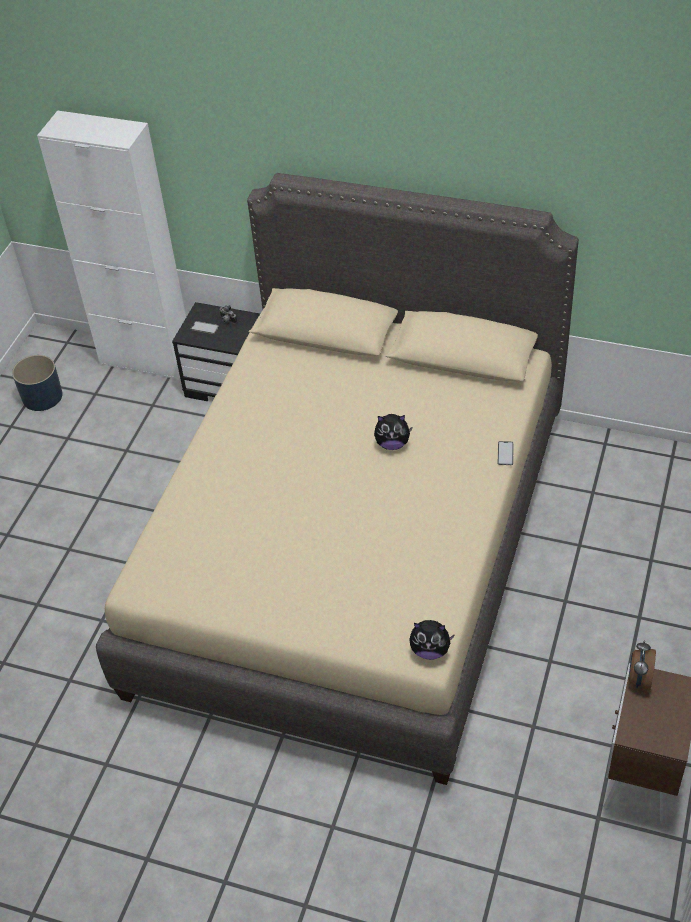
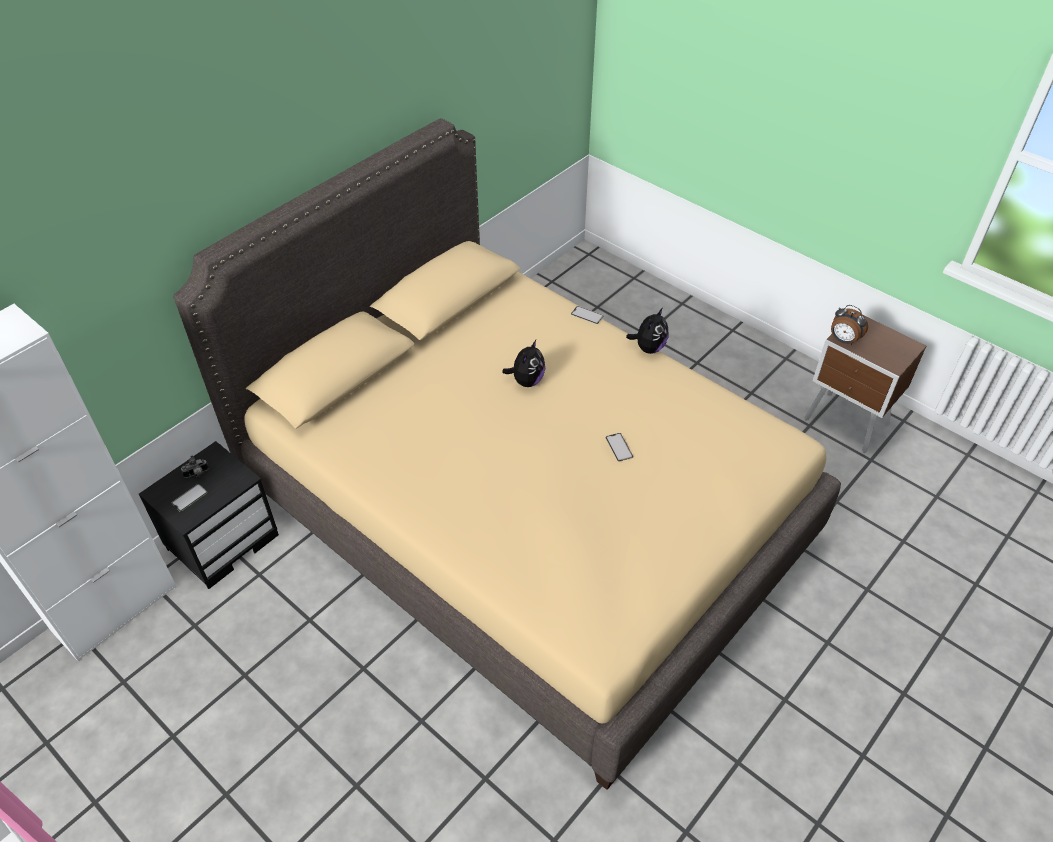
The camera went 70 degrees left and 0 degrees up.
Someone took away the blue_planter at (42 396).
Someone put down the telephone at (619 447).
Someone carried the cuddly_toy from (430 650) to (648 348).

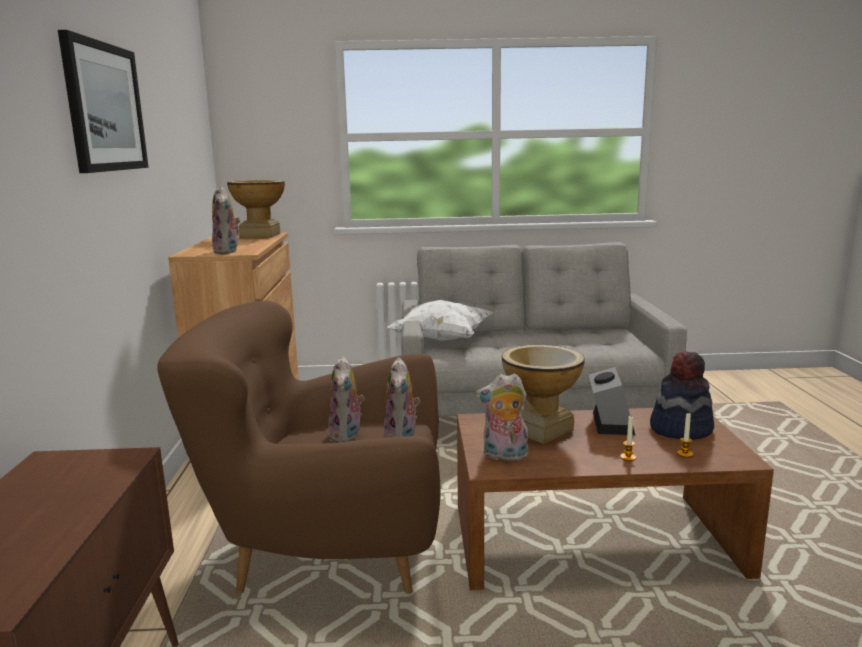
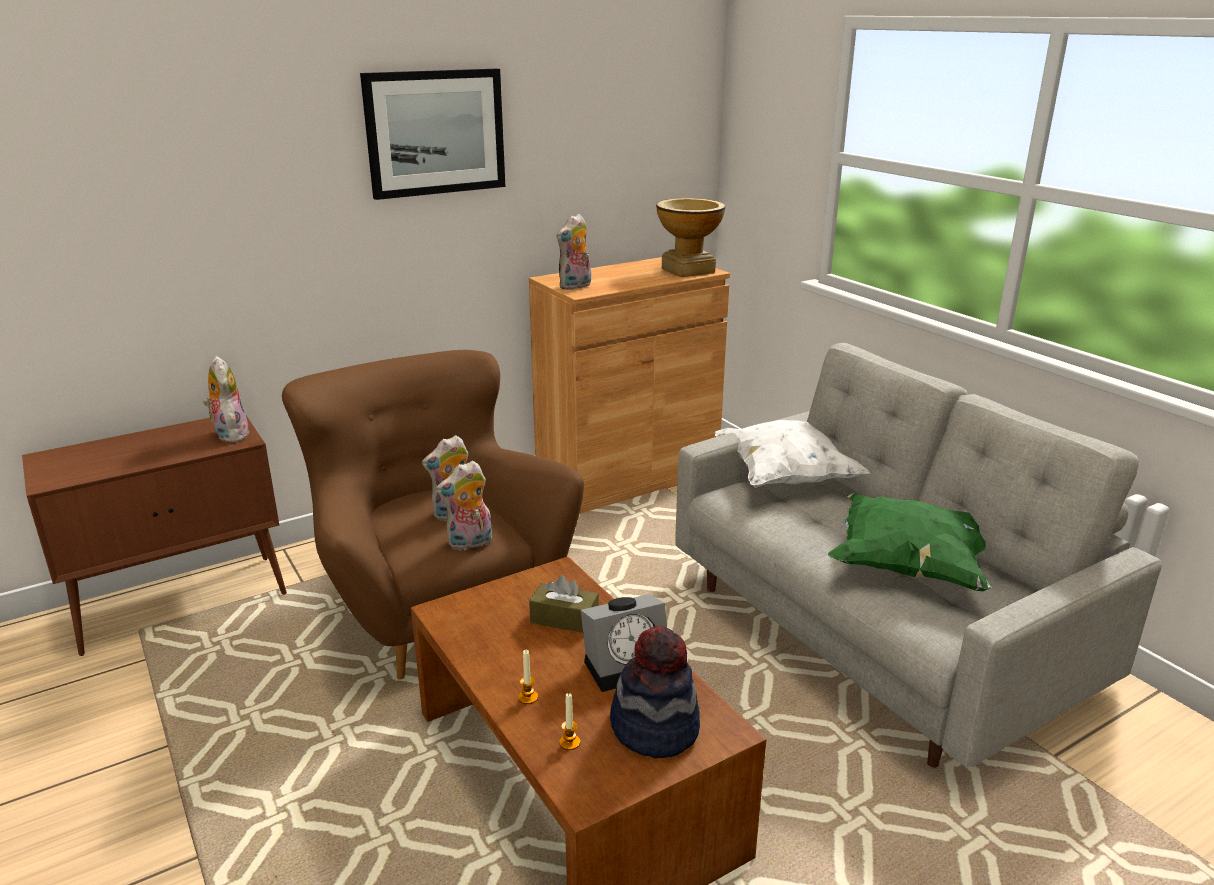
The camera went 60 degrees right and 10 degrees up.
Someone put down the green-coloured_cushion at (908 566).
Someone carried the cuddly_toy from (504 456) to (229 434).
Someone swapped the vase at (540 429) for the brown_tissue_holder at (564 619).

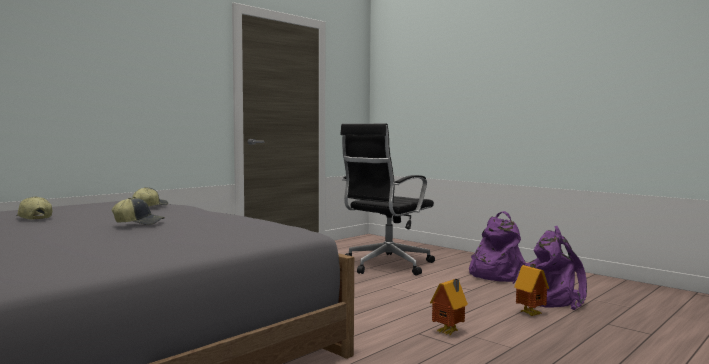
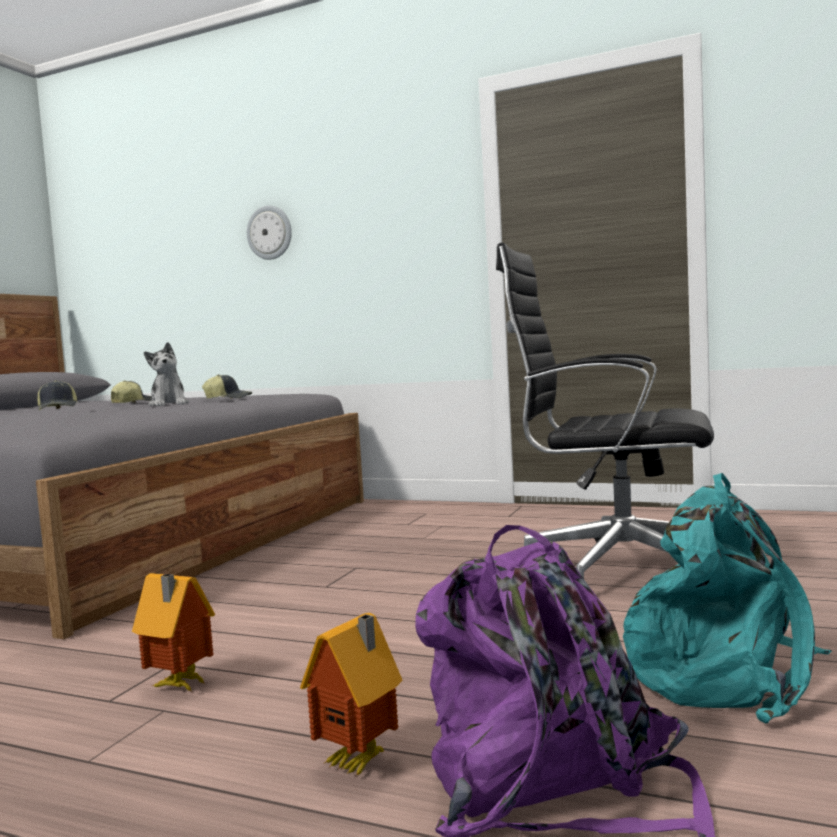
The camera went 70 degrees right and 0 degrees up.
Someone put down the cuddly_toy at (169 404).
Someone put up the hanging_clock at (270 232).
Someone repainted the purplish_knapsack at (495 274), which became the turquoise_knapsack at (724 674).

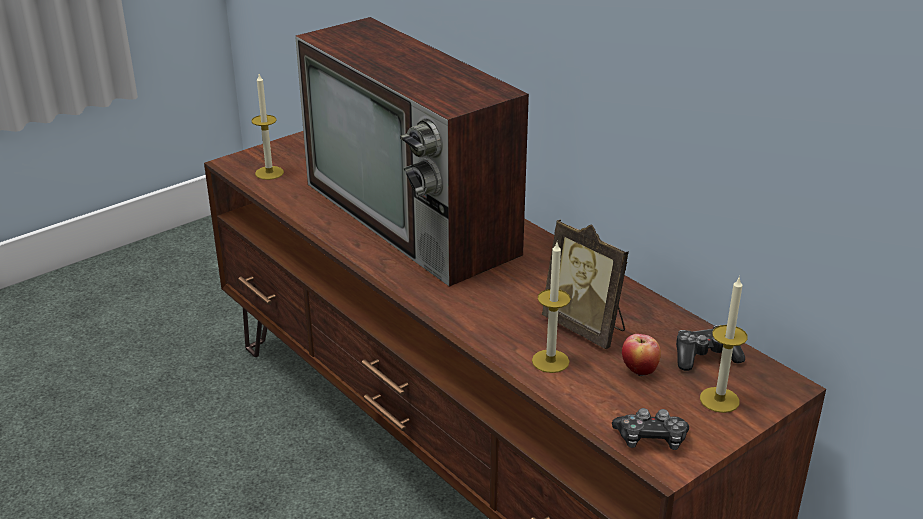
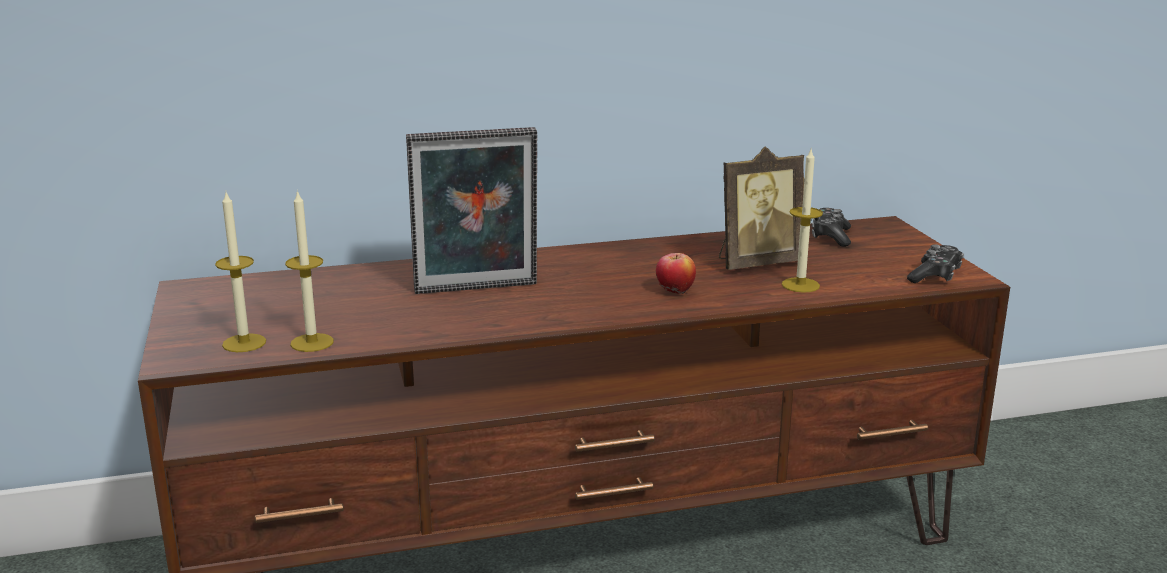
The camera went 65 degrees left and 10 degrees down.
Someone carried the apple from (639 371) to (675 292).
Someone carried the wax_light from (719 400) to (312 342).
Someone swapped the TV_set at (414 219) for the standing_frame at (476 290).

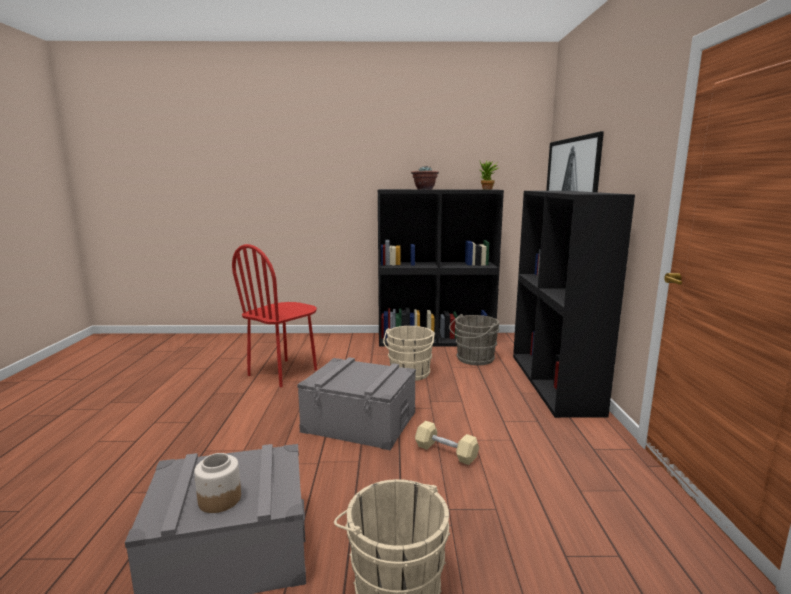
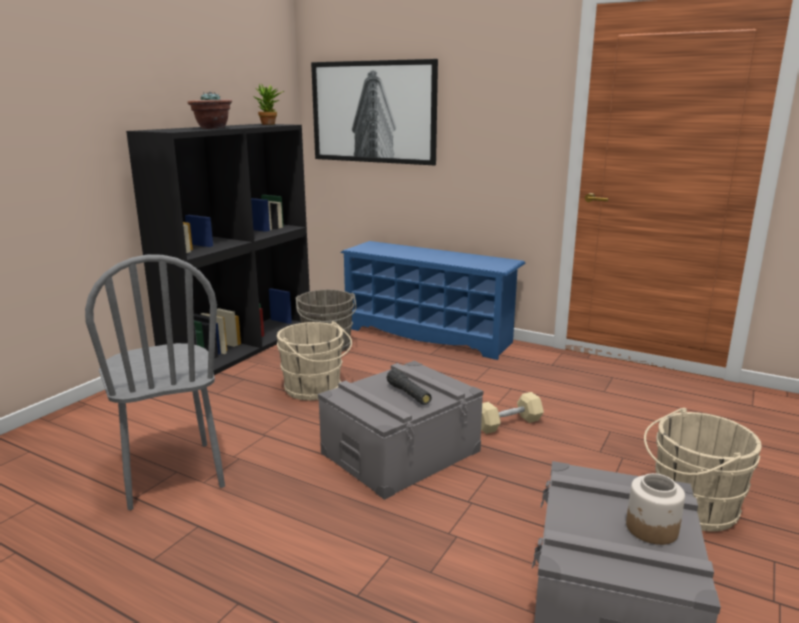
The camera went 60 degrees left and 5 degrees up.
Someone put down the black-coloured_flashlight at (409 394).
Someone swapped the black-coloured_bookshelf at (555 383) for the blue_shoe_shelf at (429 335).
Someone repainted the red-coloured_upright_chair at (283 373), which became the greyish_upright_chair at (172 474).

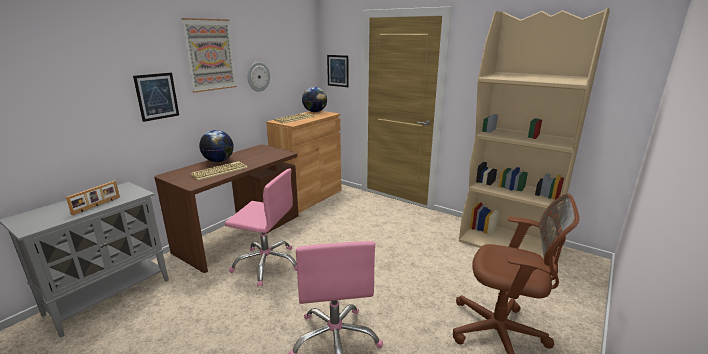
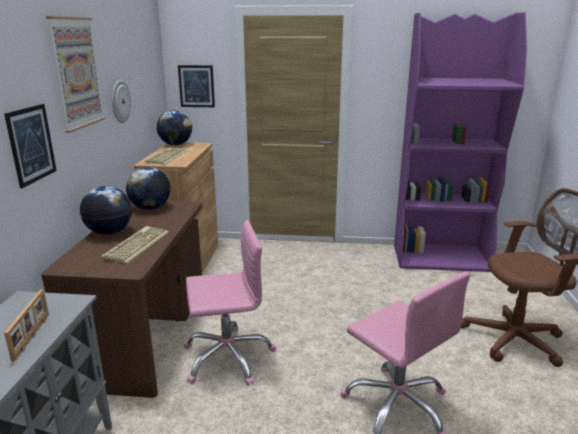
The camera went 30 degrees left and 0 degrees up.
Someone put down the world_globe at (150 208).
Someone repainted the beige_bookshelf at (507 243), which became the purplish_bookshelf at (441 258).

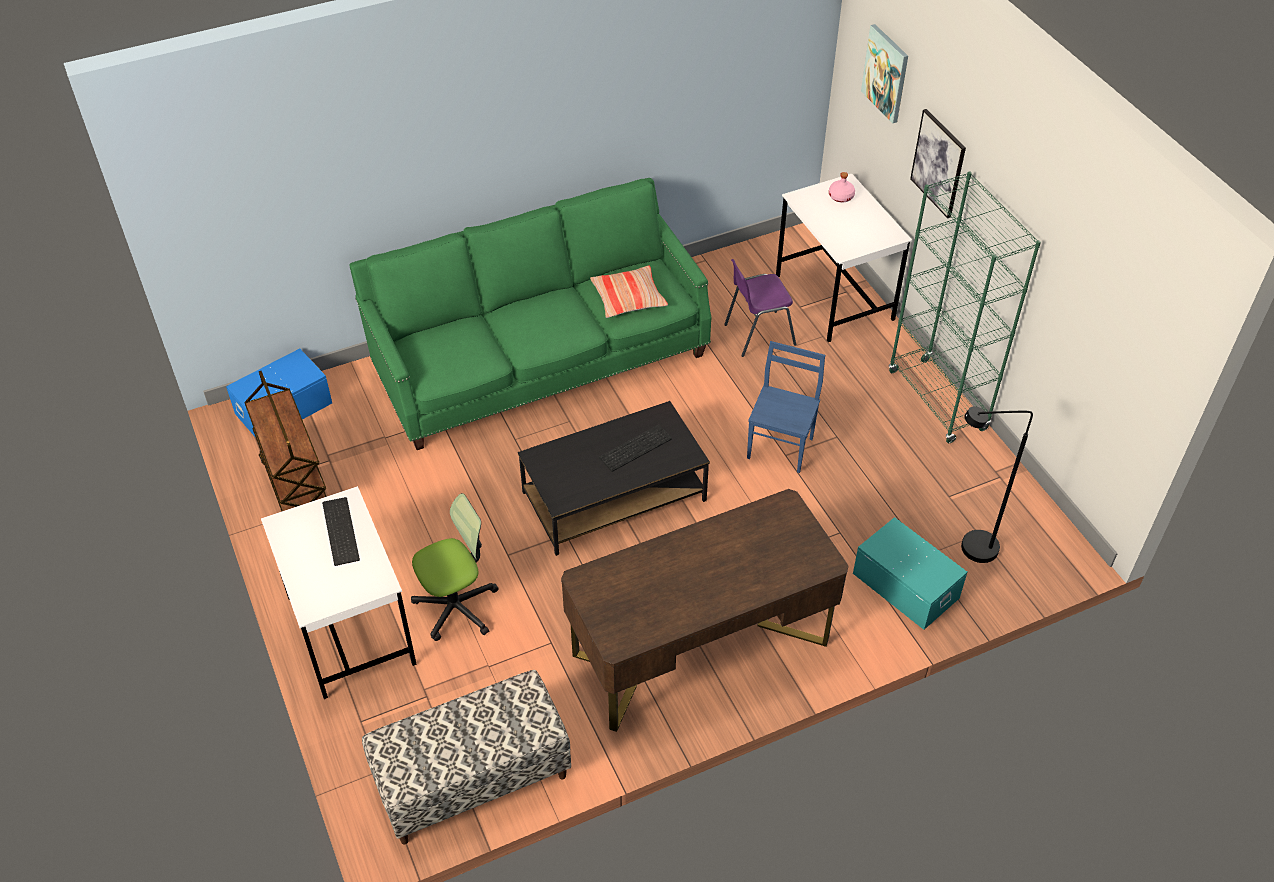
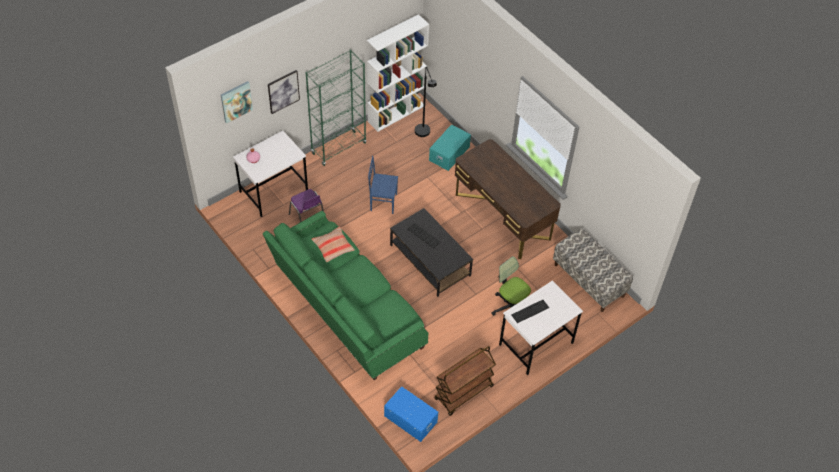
The camera went 105 degrees left and 5 degrees up.
Someone put down the white-coloured_bookshelf at (396 113).

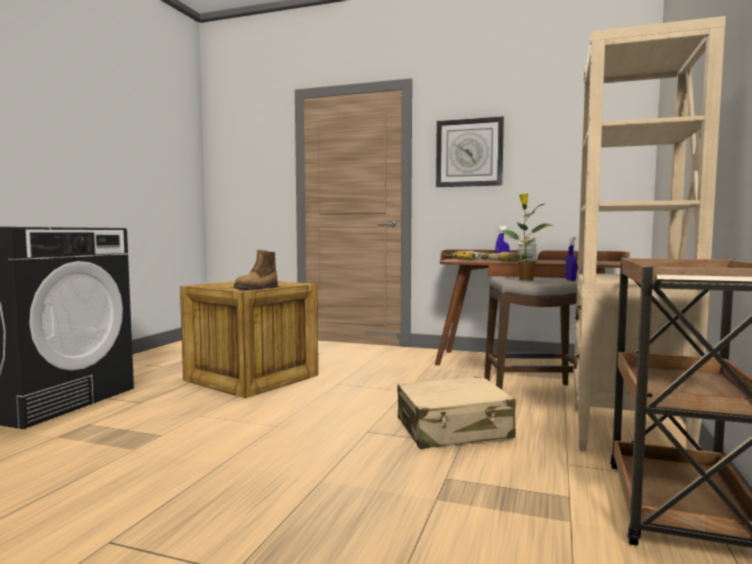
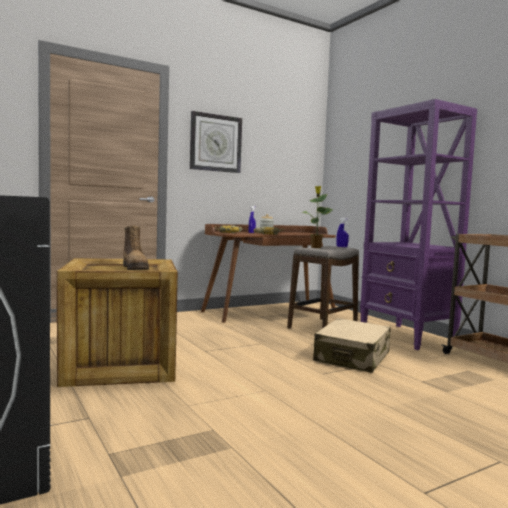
The camera went 50 degrees left and 0 degrees up.
Someone repainted the beige_bookshelf at (626 433), which became the purplish_bookshelf at (407 337).

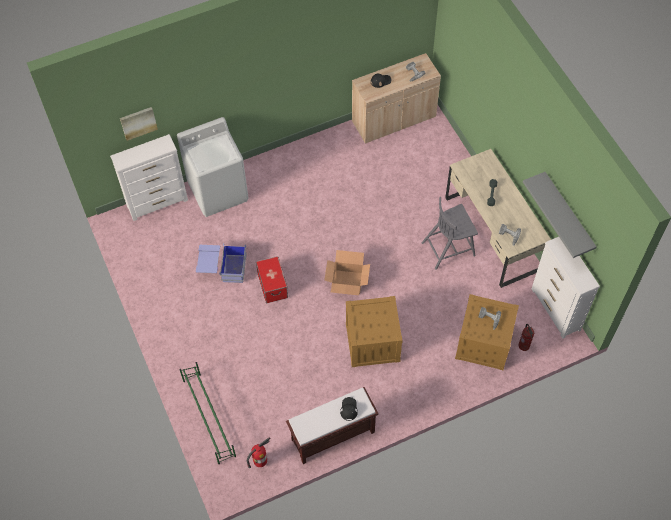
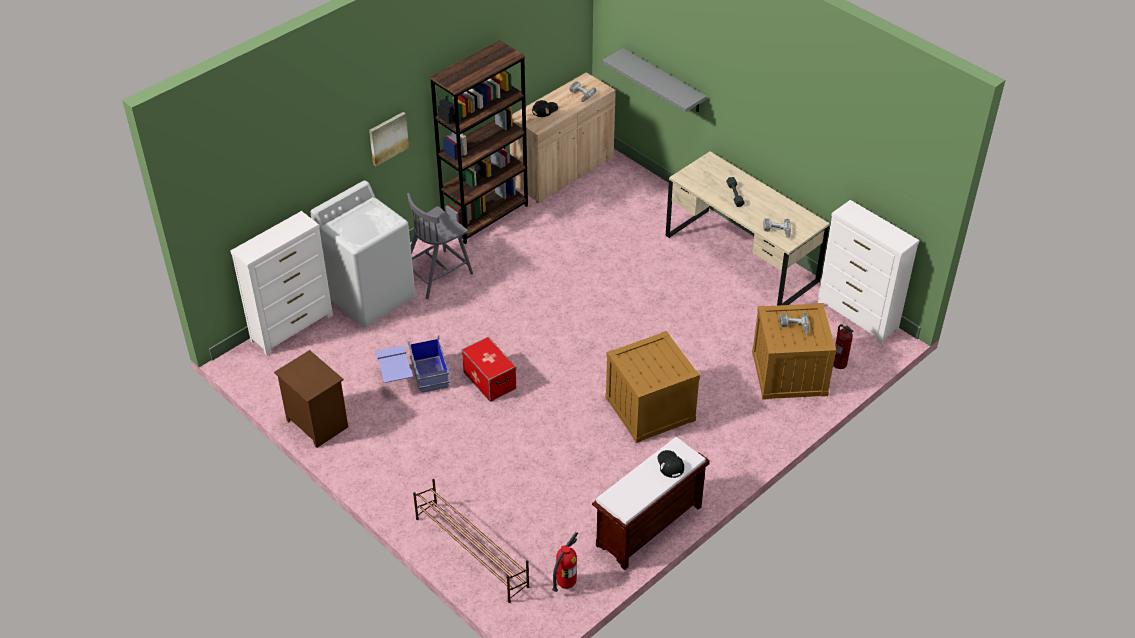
The camera went 20 degrees left and 15 degrees down.
Someone took away the packing_box at (347 282).
Someone put down the brown_nightstand at (316 424).
Someone put down the brown_bookshelf at (485 216).
Someone carried the picture from (138 122) to (388 138).
Someone carried the greyish_upright_chair from (449 248) to (437 274).
Someone carried the greyish_bracket_shelf from (568 213) to (663 81).
Someone repainted the green-coloured_shoe_shelf at (209 417), which became the brown_shoe_shelf at (471 551).

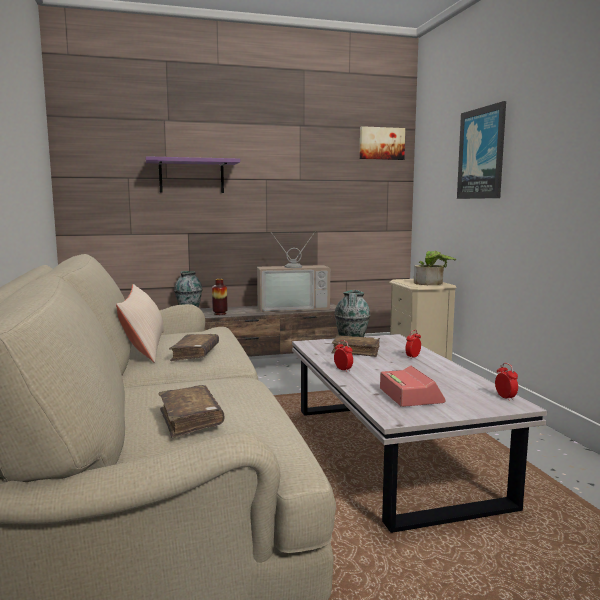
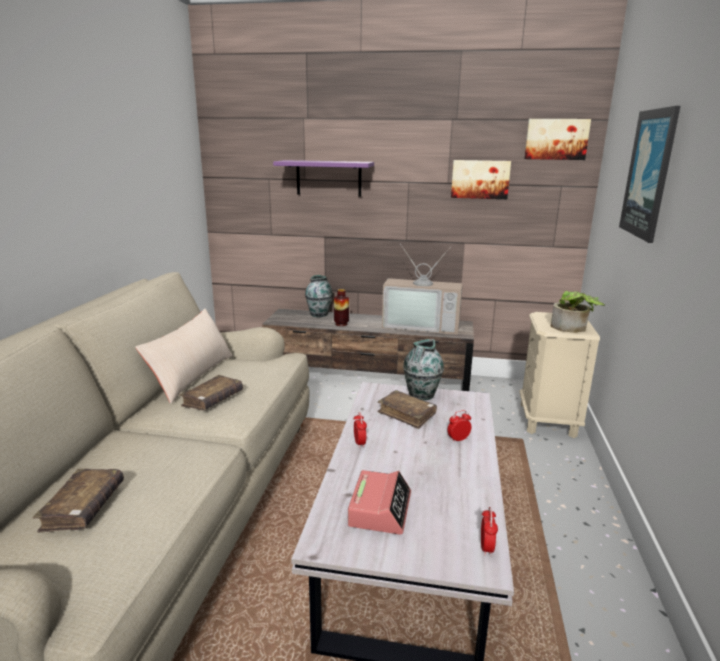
The camera went 25 degrees right and 10 degrees up.
Someone put up the picture at (480 179).

